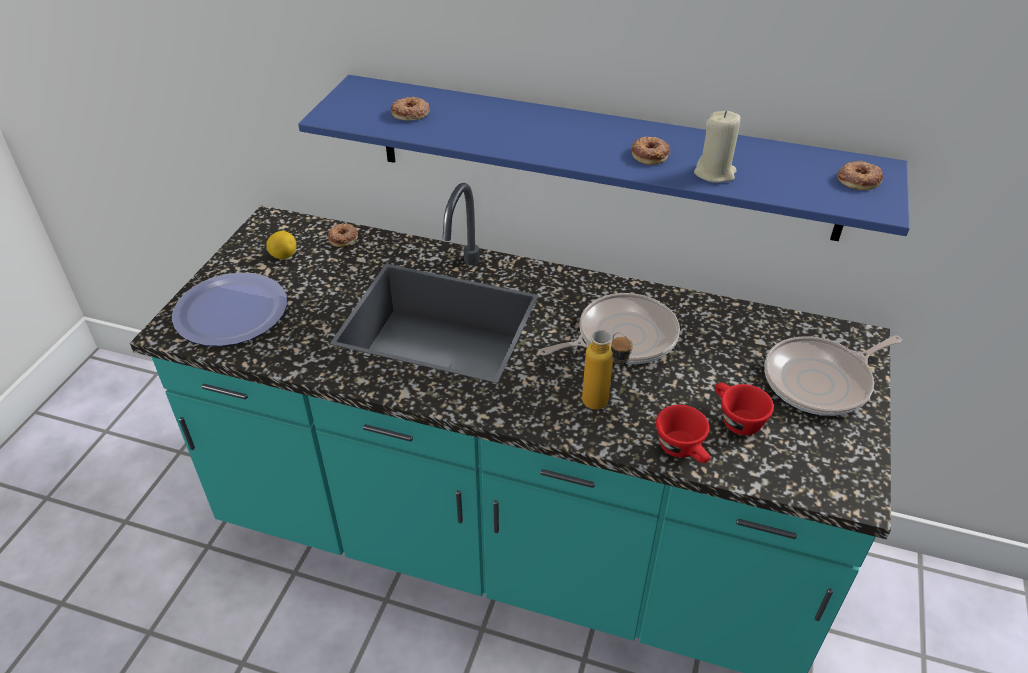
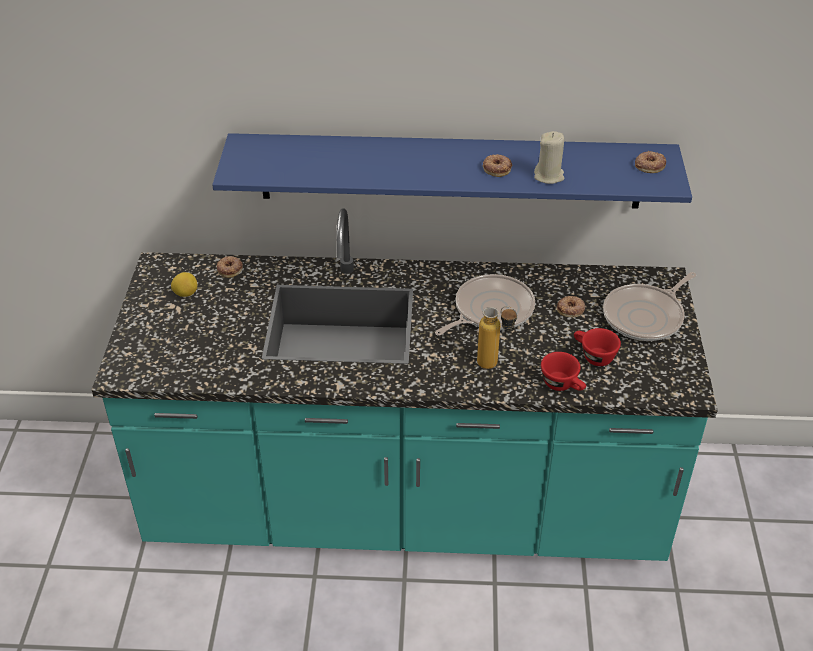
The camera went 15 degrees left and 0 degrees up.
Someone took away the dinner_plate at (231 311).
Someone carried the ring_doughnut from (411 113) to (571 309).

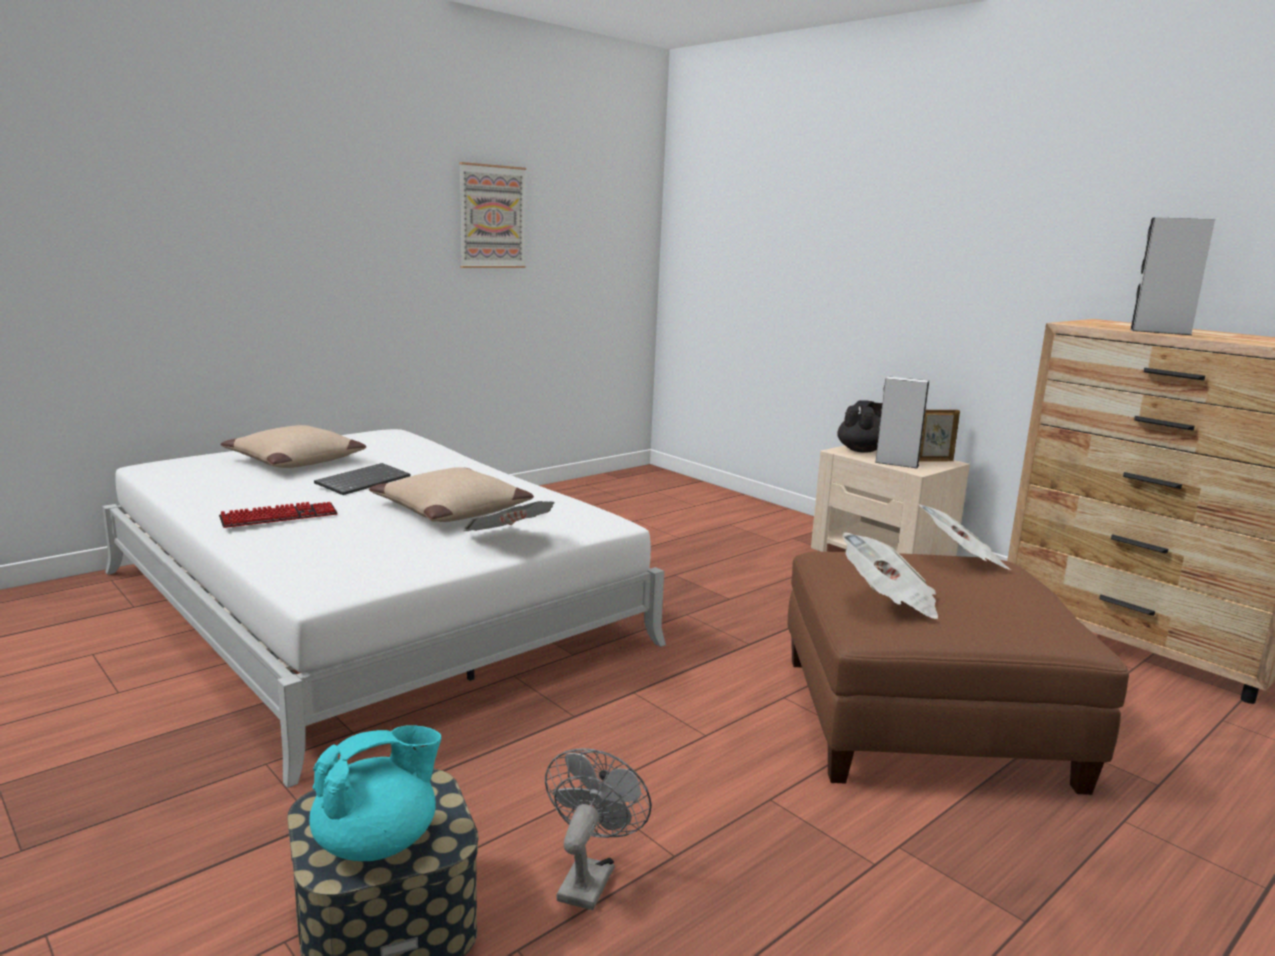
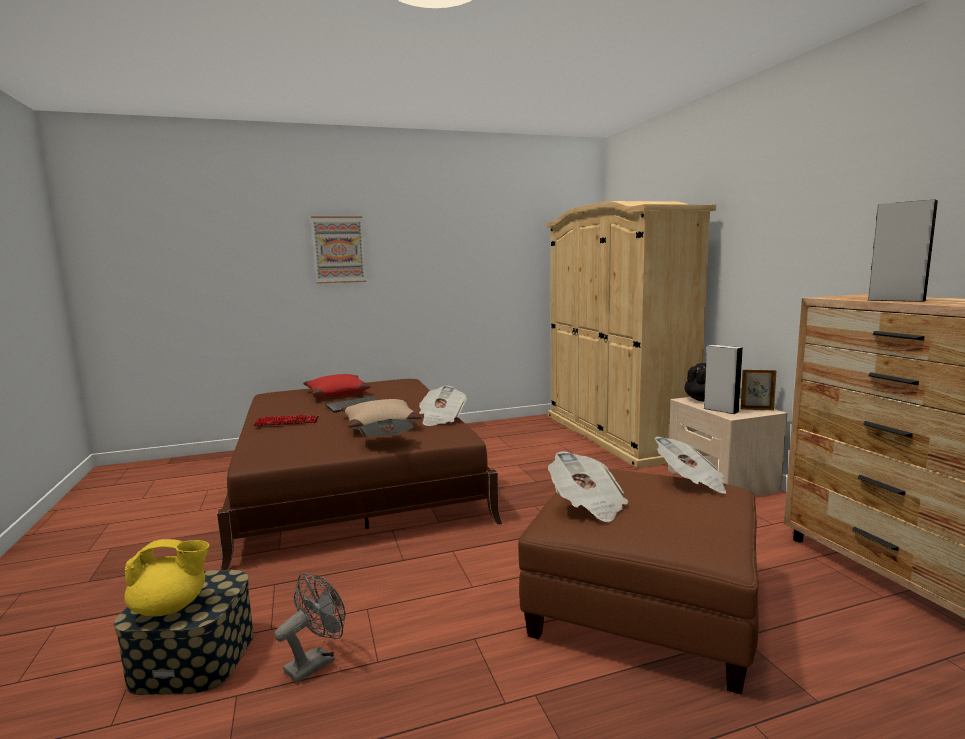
The camera went 25 degrees right and 5 degrees down.
Someone put down the newspaper at (441 419).
Someone put down the beige_clothes_cupboard at (615 434).
Someone carried the picture from (492 217) to (339 250).
Someone repainted the white-coloured_bedroom_bed at (369 606), which became the brown_bedroom_bed at (354 480).
Someone repainted the beige_cushion at (294 461), which became the red-coloured_cushion at (336 393).
Someone repainted the turquoise_pot_for_tea at (378 843), which became the yellowish_pot_for_tea at (171 607).

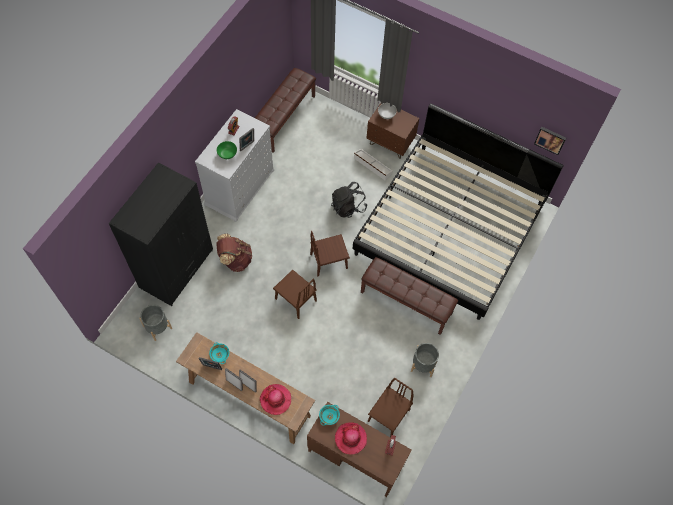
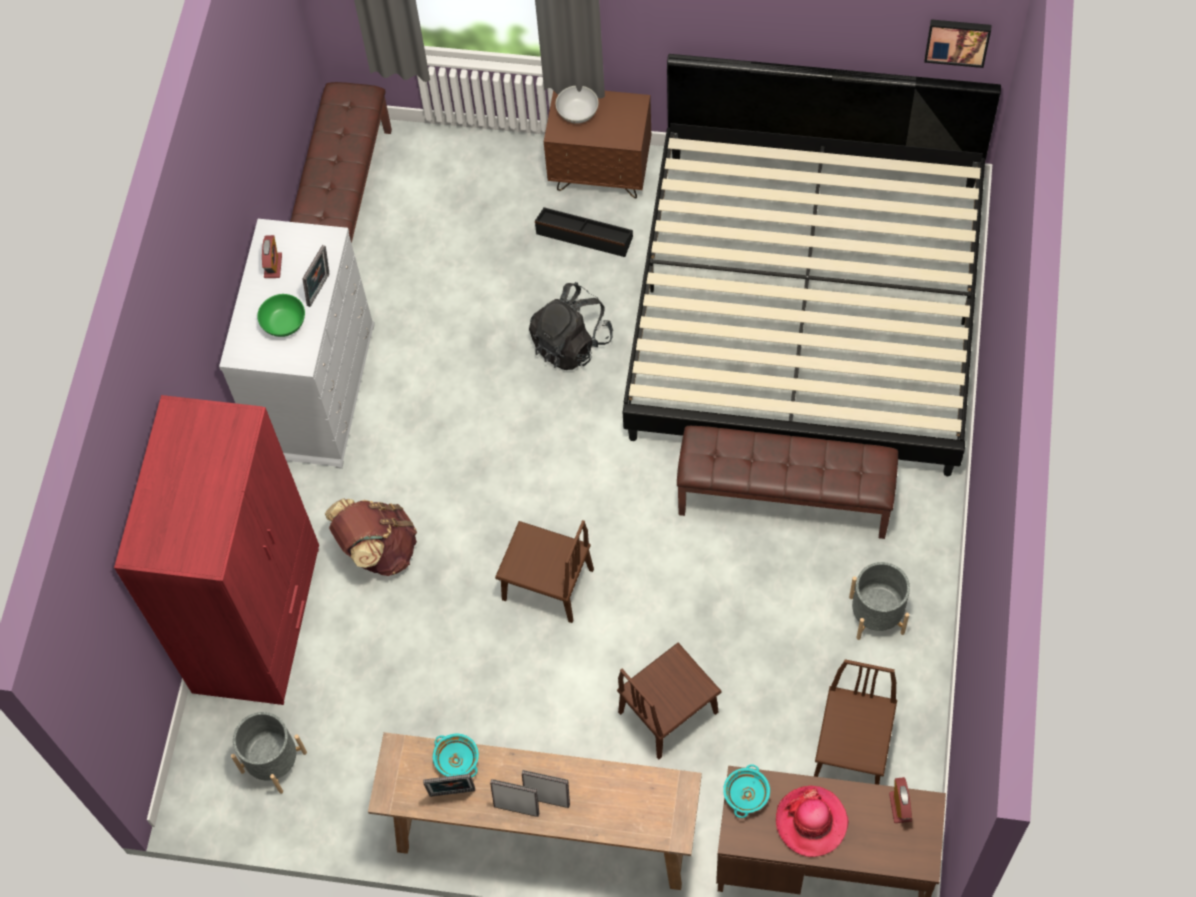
The camera went 15 degrees left and 0 degrees up.
Someone took away the wearable_hat at (275 399).
Someone carried the brown_upright_chair from (329 261) to (668 712).
Someone repainted the black-coloured_clothes_cupboard at (177 269), which became the red-coloured_clothes_cupboard at (258 619).
Someone repainted the white-coloured_storage_bin at (372 166), which became the black-coloured_storage_bin at (584 236).

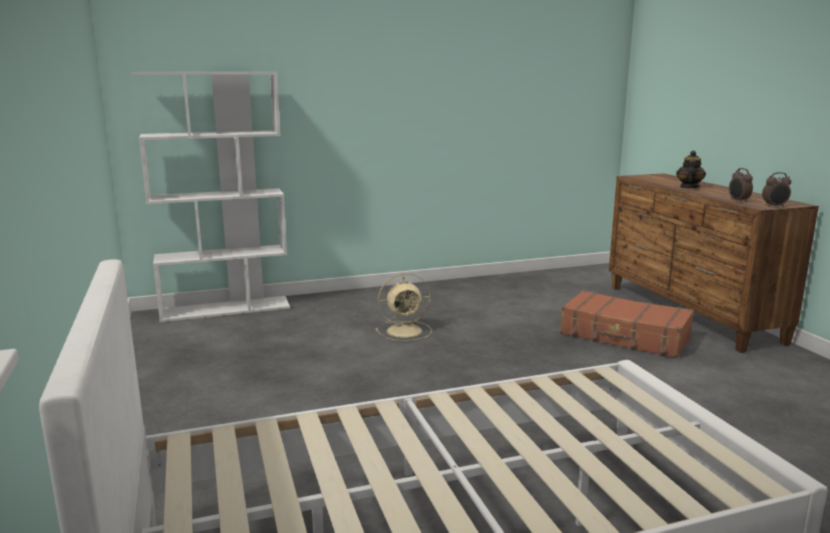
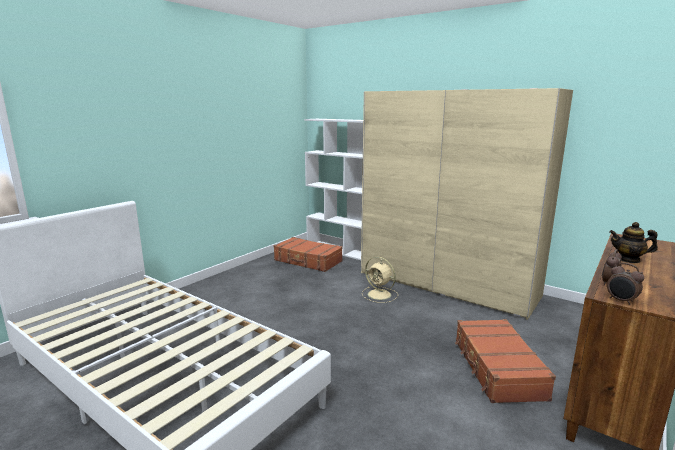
The camera went 55 degrees right and 0 degrees up.
Someone put down the brown_suitcase at (308 261).
Someone put down the beige_clothes_cupboard at (446 284).
Someone rotated the pot_for_tea at (689 187) by 150 degrees counterclockwise.

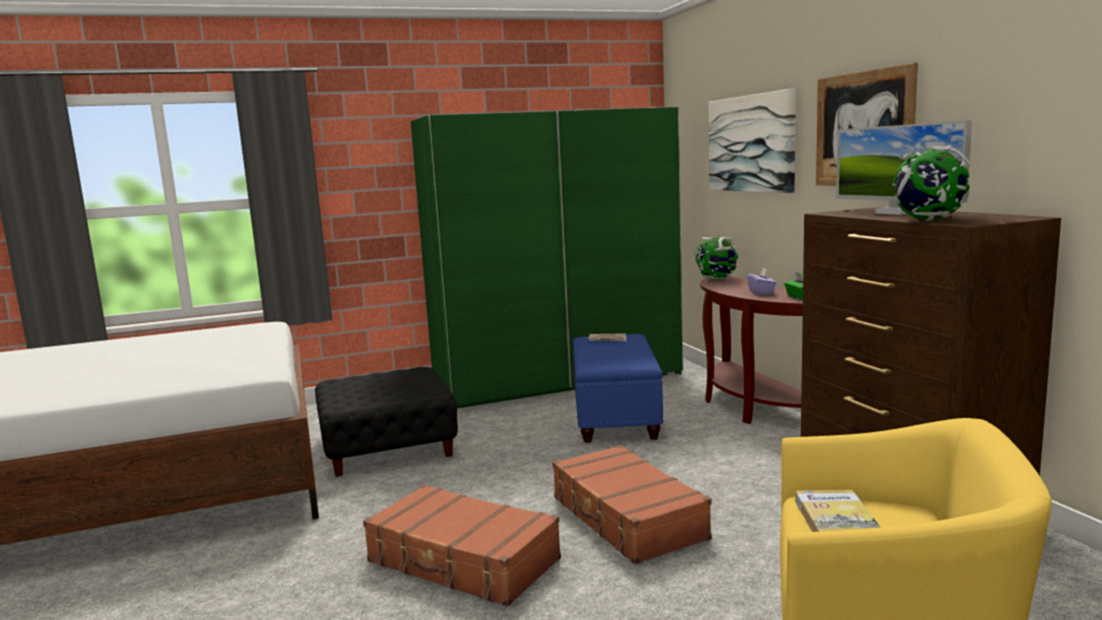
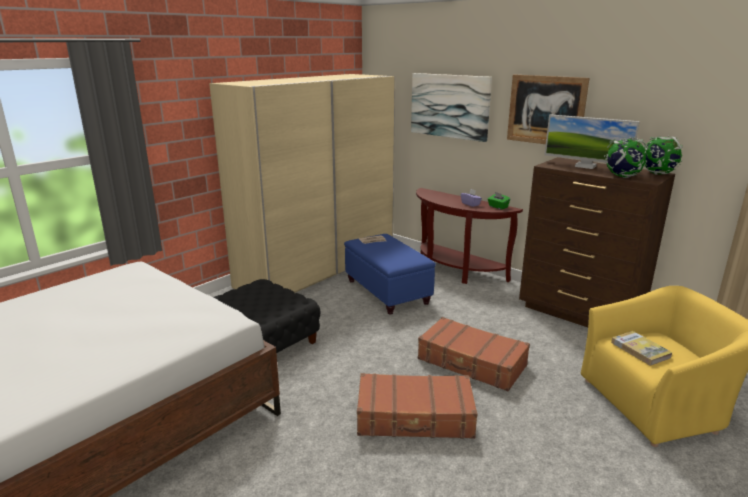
The camera went 30 degrees left and 10 degrees up.
Someone carried the world_globe from (717 279) to (657 174).
Someone repainted the green-coloured_clothes_cupboard at (558 380), which became the beige_clothes_cupboard at (318 268).

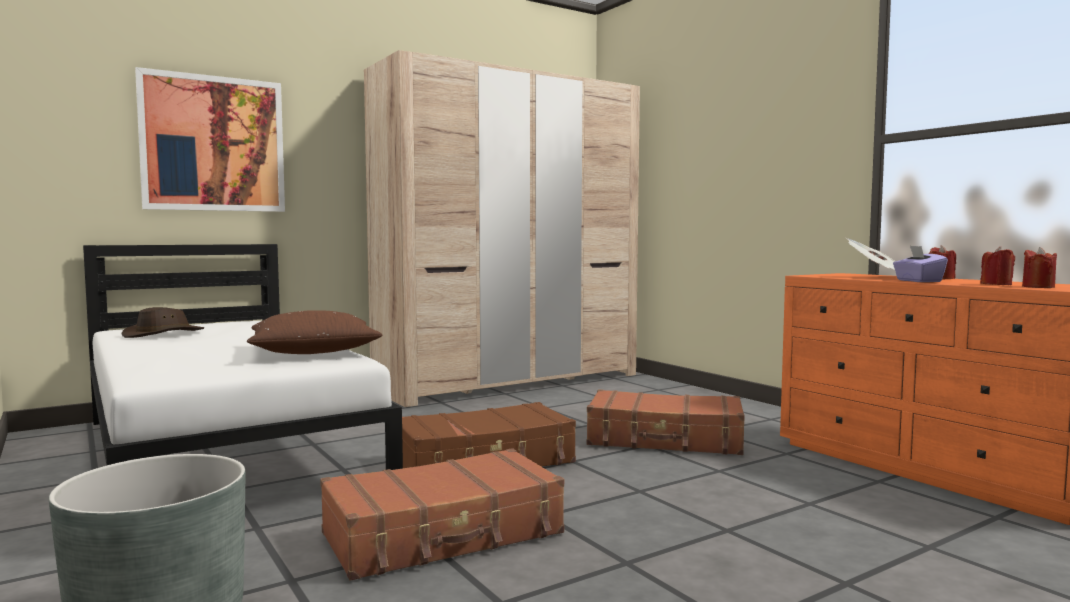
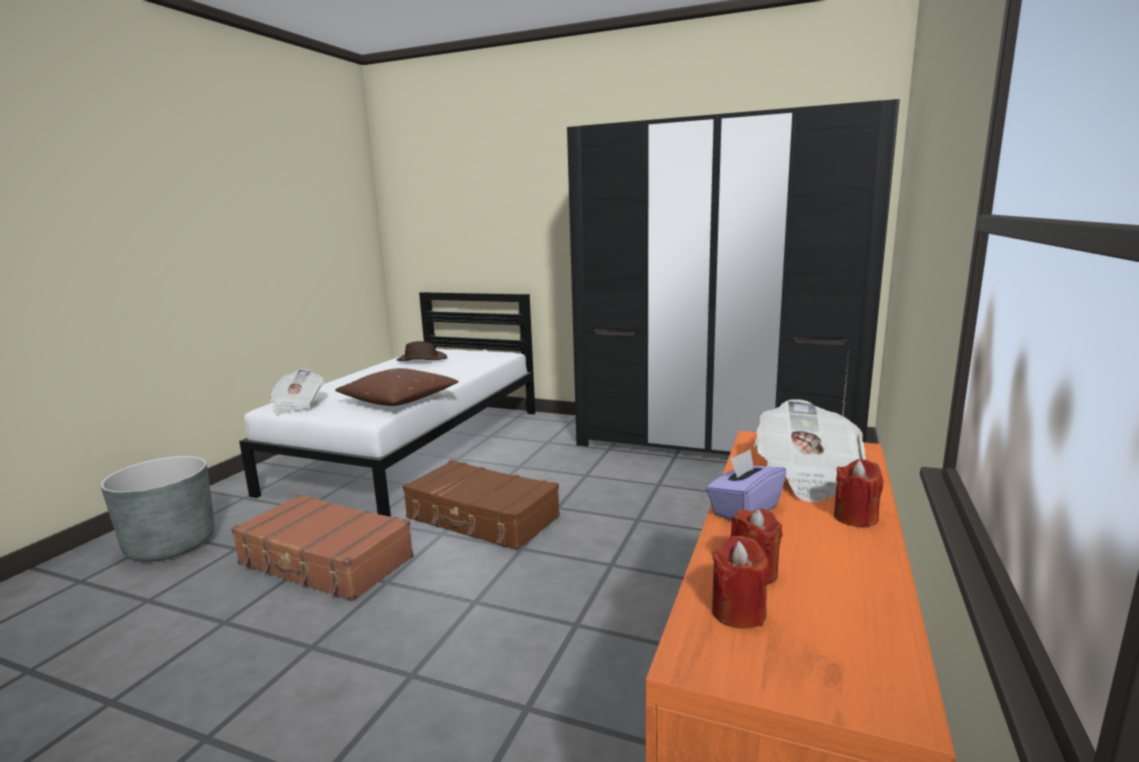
The camera went 55 degrees right and 10 degrees up.
Someone took away the picture at (213 144).
Someone took away the brown_suitcase at (665 440).
Someone put down the newspaper at (297 405).
Someone repainted the beige_clothes_cupboard at (510 382), which became the black-coloured_clothes_cupboard at (715 444).

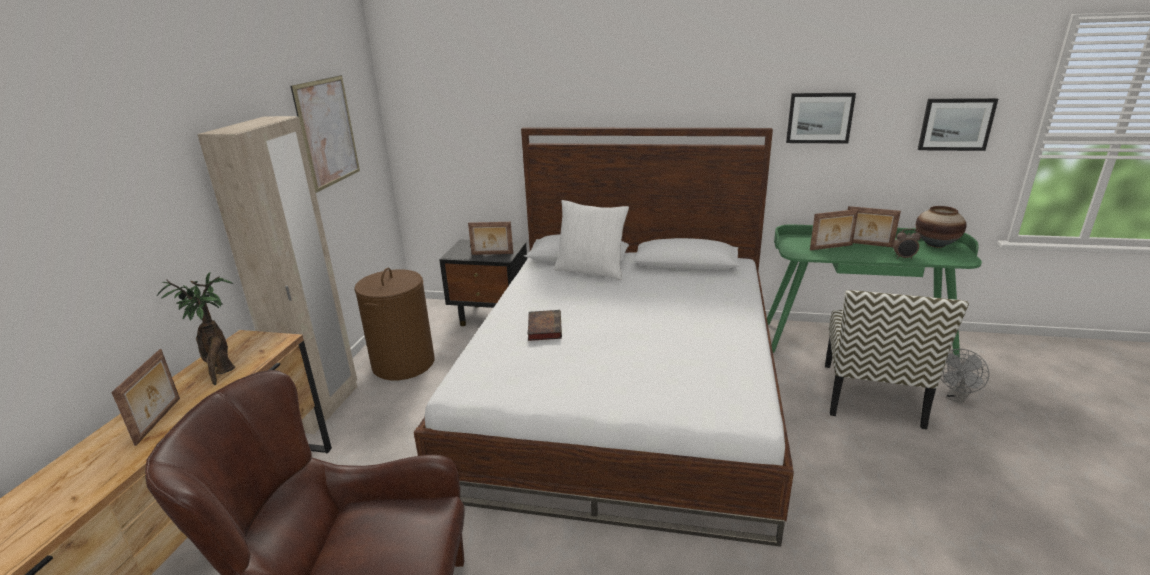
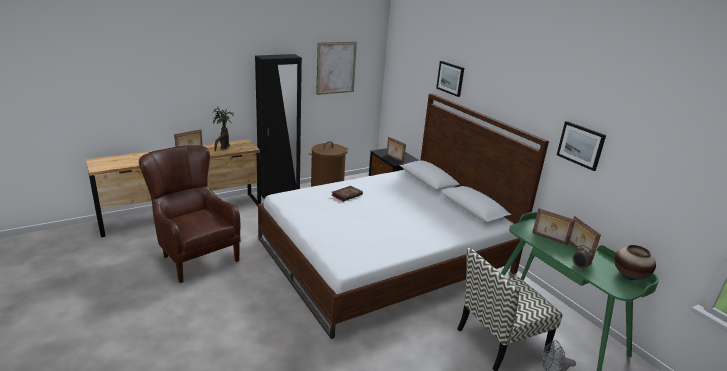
The camera went 45 degrees right and 0 degrees up.
Someone took away the white-coloured_cushion at (591 270).
Someone carried the picture from (955 124) to (450 78).
Someone repainted the beige_clothes_cupboard at (324 408), which became the black-coloured_clothes_cupboard at (279 192).

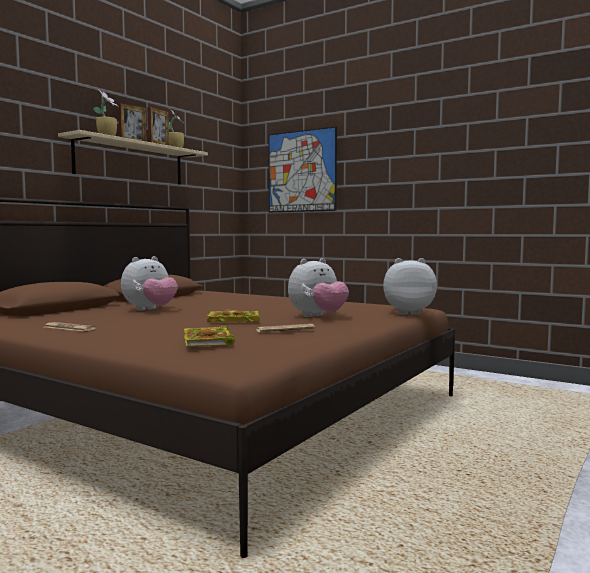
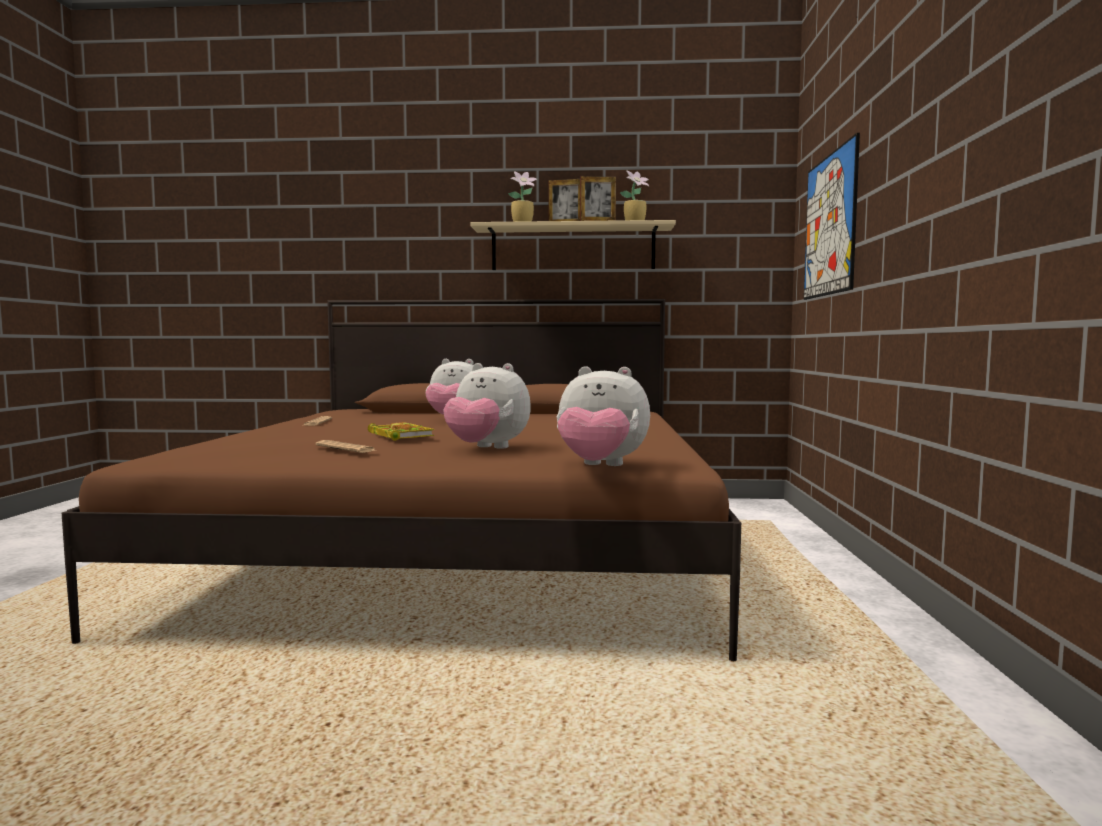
The camera went 60 degrees right and 0 degrees up.
Someone took away the book at (208 341).
Someone rotated the cuddly_toy at (407 313) by 135 degrees clockwise.

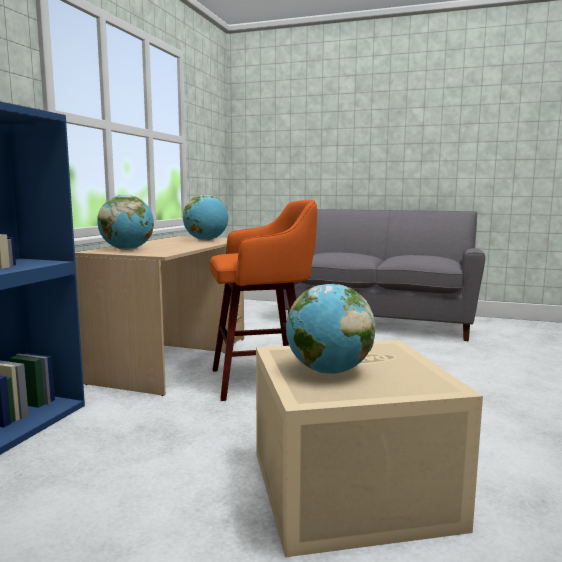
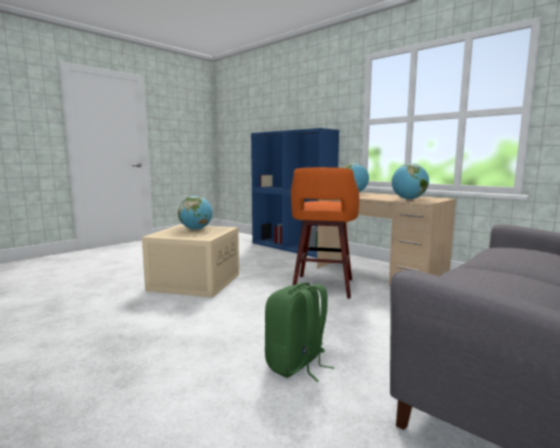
The camera went 115 degrees right and 0 degrees up.
Someone put down the green-coloured_knapsack at (296 365).

